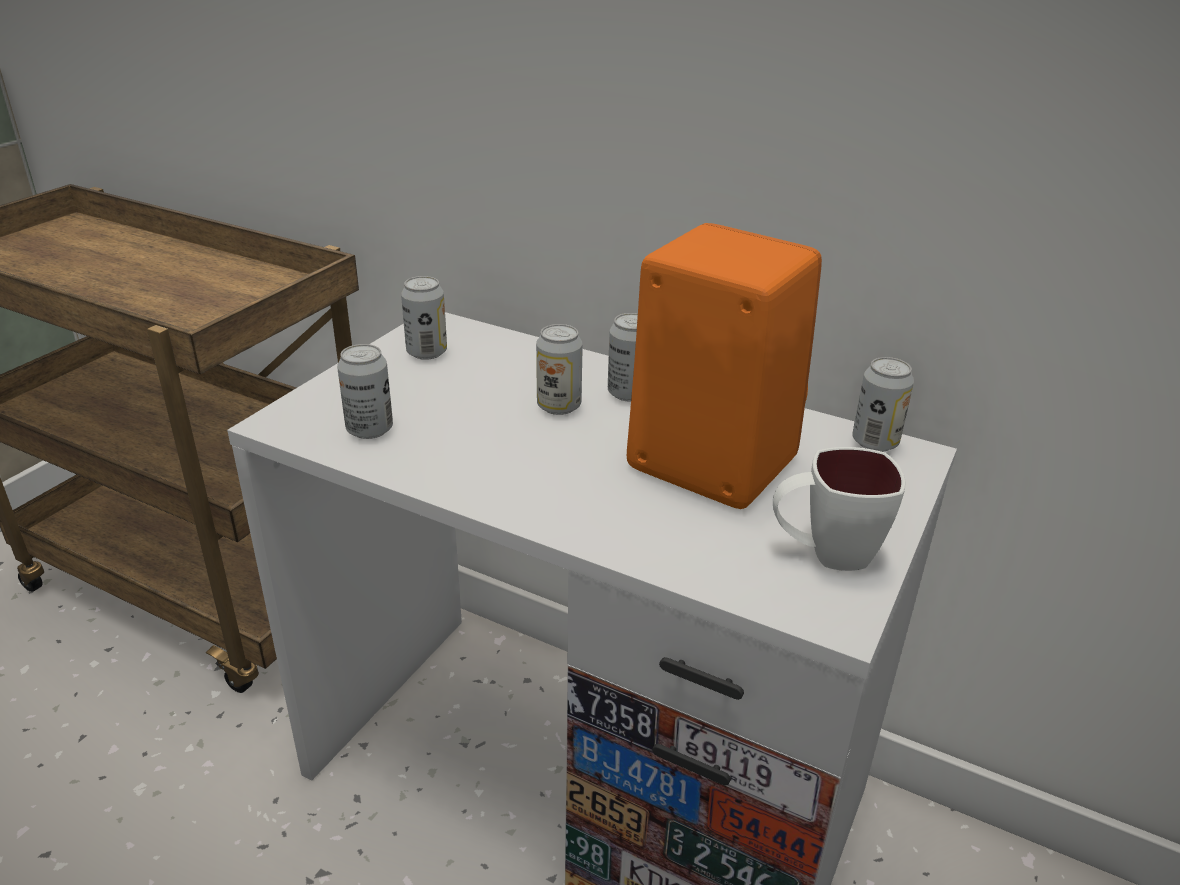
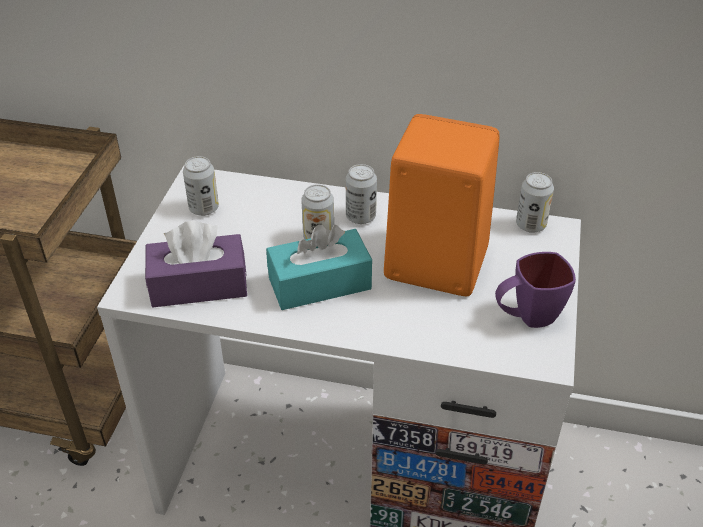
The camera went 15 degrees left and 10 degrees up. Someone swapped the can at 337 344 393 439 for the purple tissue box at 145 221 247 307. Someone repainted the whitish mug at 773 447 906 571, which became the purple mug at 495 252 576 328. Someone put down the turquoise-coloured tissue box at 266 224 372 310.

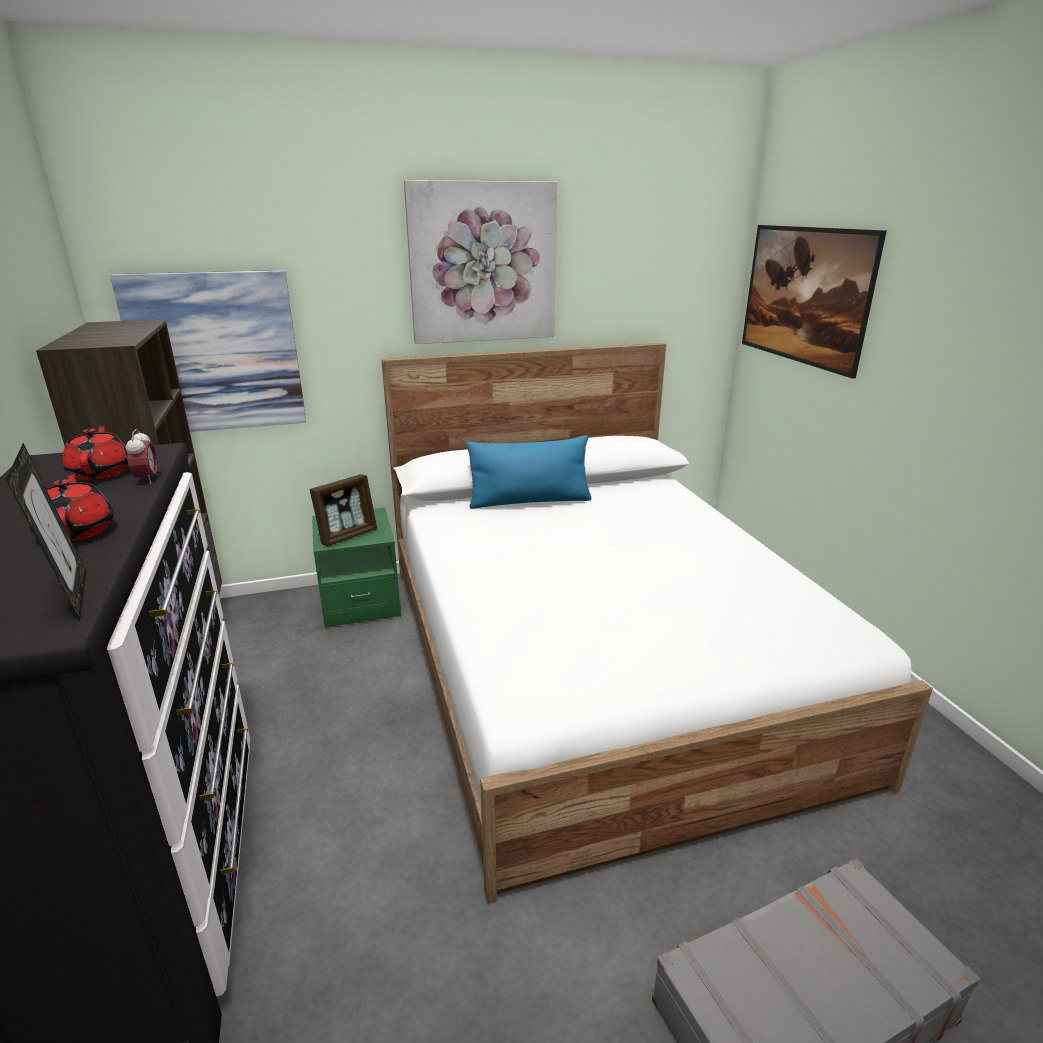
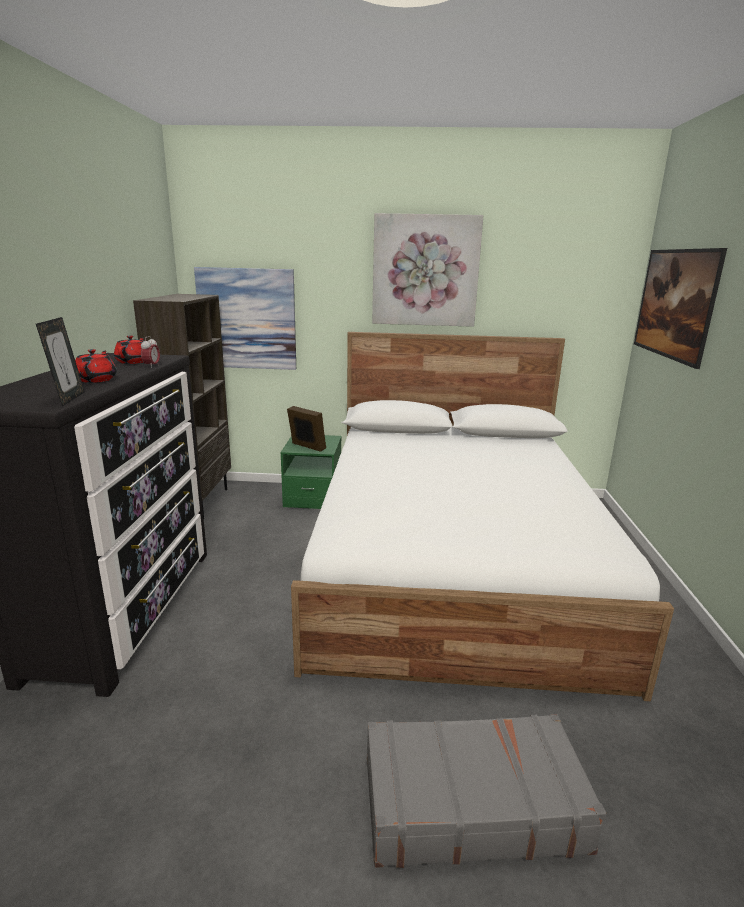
The camera went 20 degrees right and 5 degrees down. Someone rotated the picture frame at 310 474 377 546 by 120 degrees counterclockwise. Someone took away the blue-coloured throw pillow at 466 435 591 509.

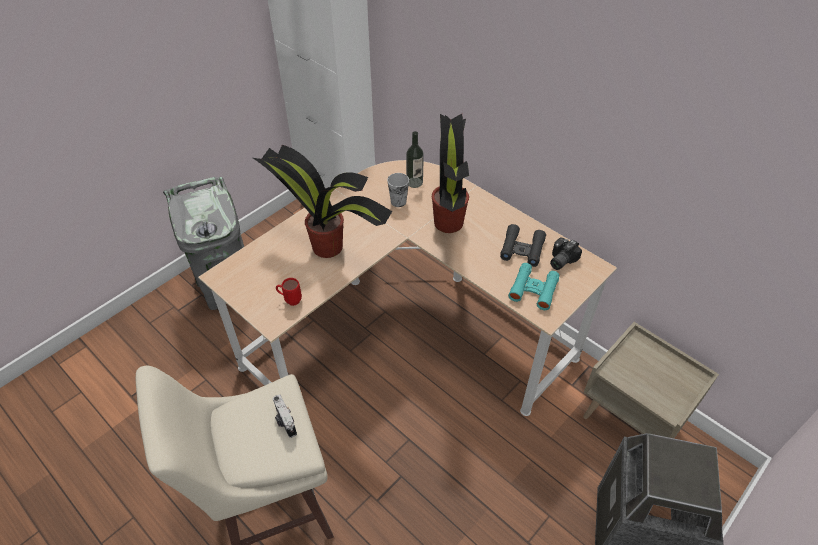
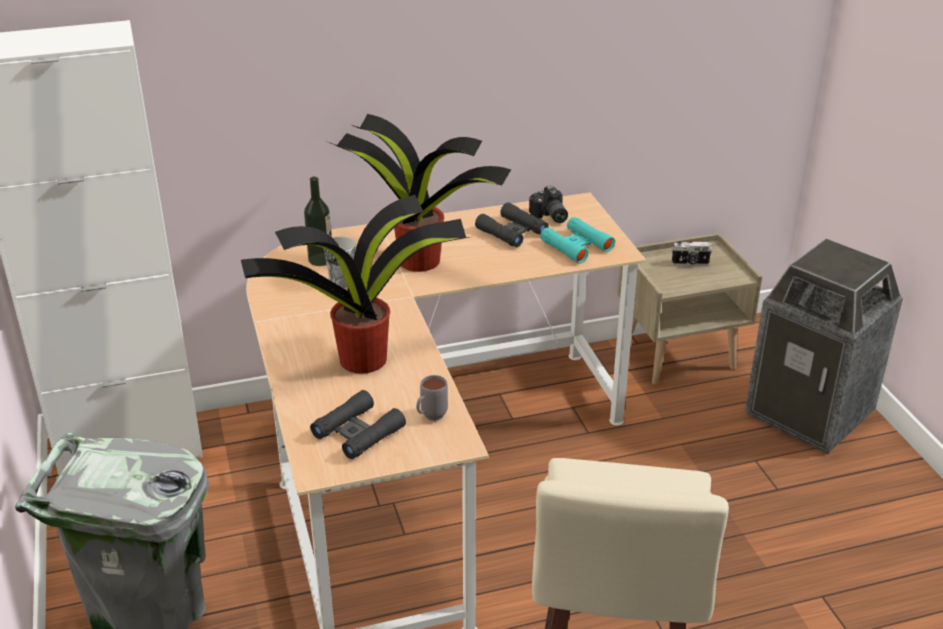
The camera went 60 degrees left and 15 degrees down. Someone carried the photo camera from 273 394 297 438 to 672 241 712 265. Someone repainted the red-coloured mug at 276 278 302 306, which became the greyish mug at 416 375 448 421. Someone put down the black-coloured pair of binoculars at 310 390 406 459.

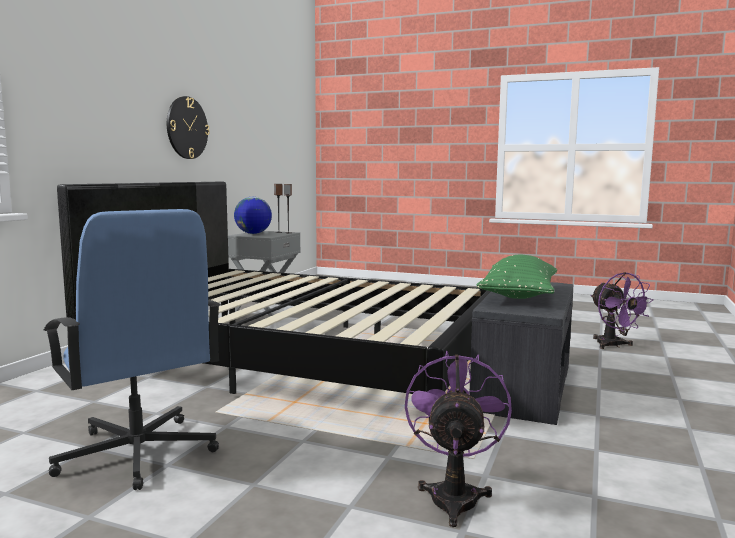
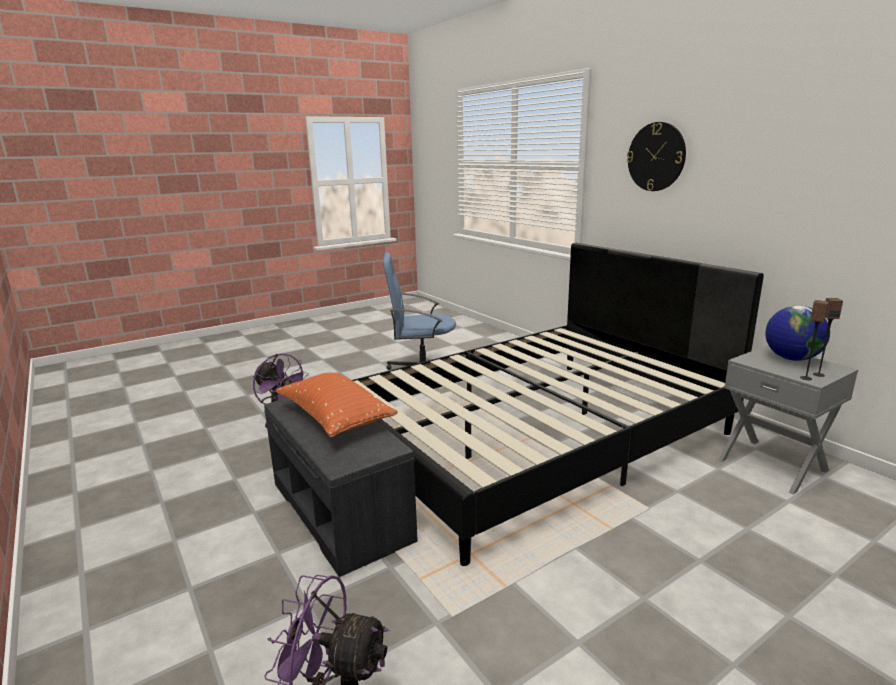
The camera went 125 degrees right and 10 degrees up. Someone carried the wall clock from 167 96 210 159 to 627 122 686 191. Someone repainted the green throw pillow at 476 255 557 299, which became the orange throw pillow at 276 372 398 438.

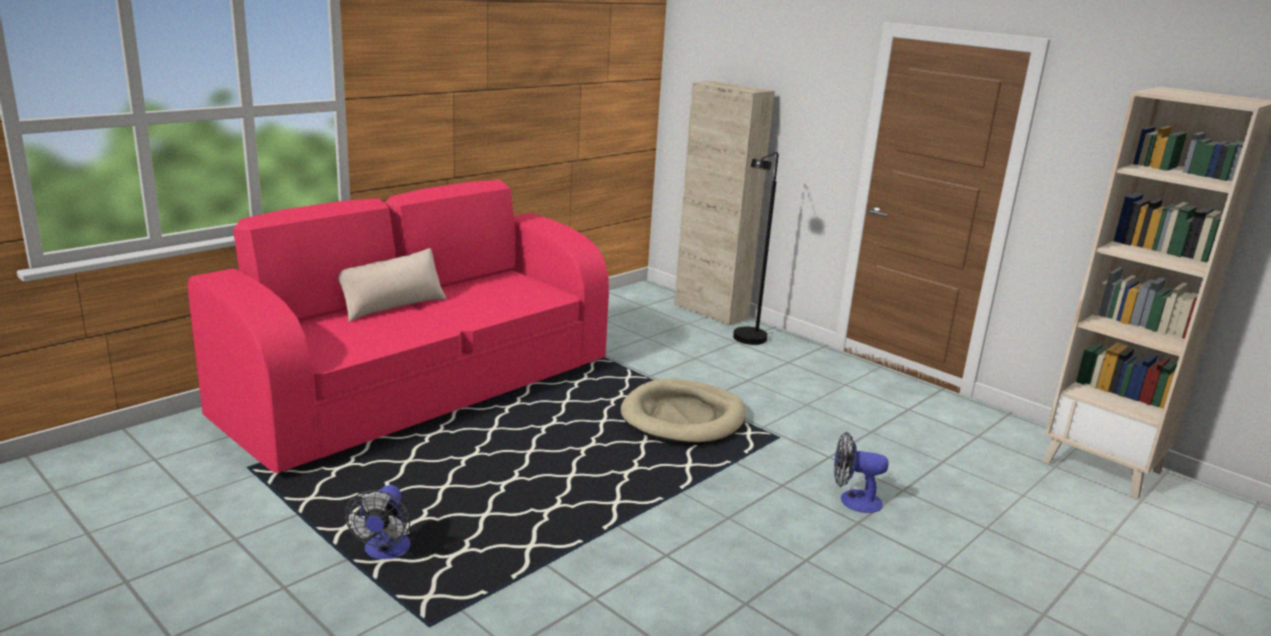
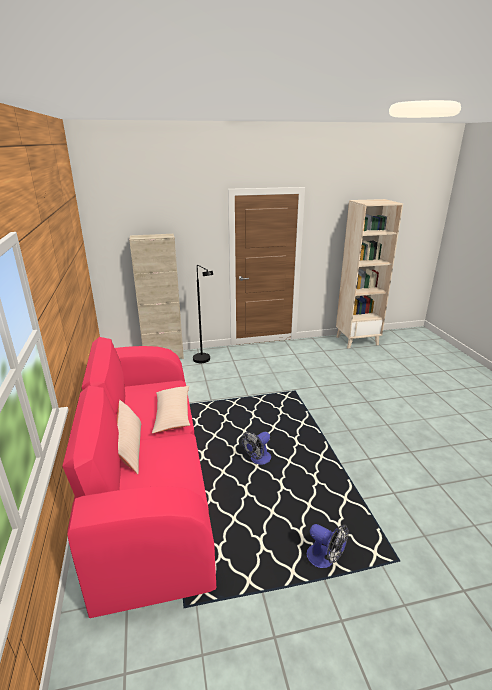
The camera went 55 degrees left and 5 degrees up. Someone took away the beige-coloured dog cushion at 621 378 746 445. Someone carried the cooling fan from 834 432 889 513 to 242 432 271 465. Someone put down the beige-coloured throw pillow at 152 386 190 433.

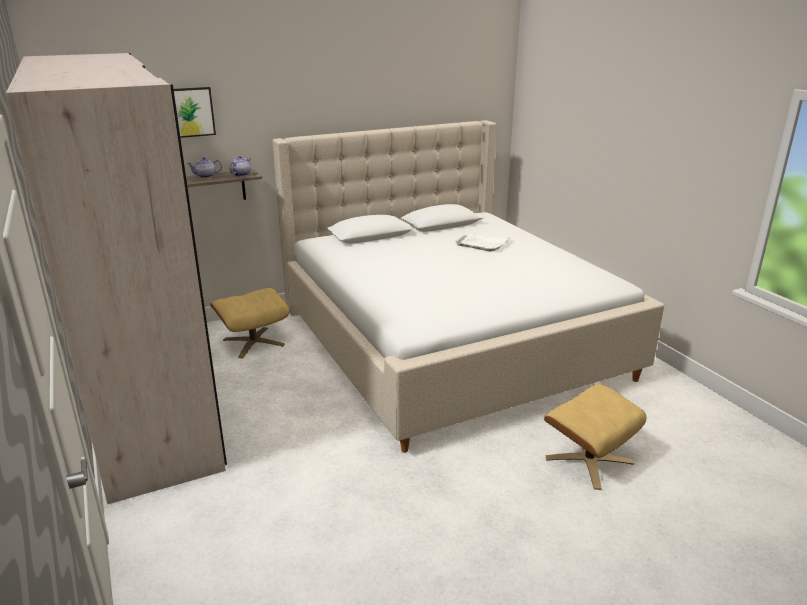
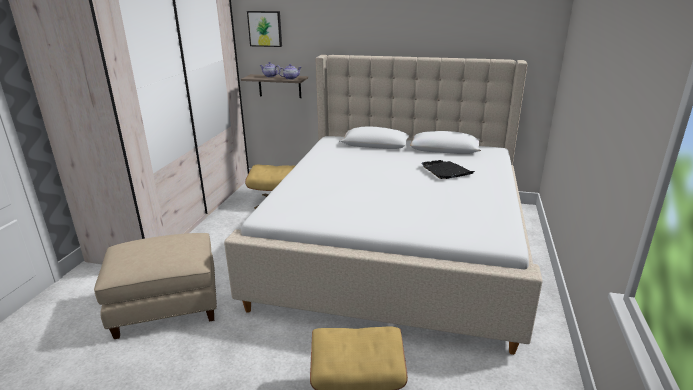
The camera went 40 degrees right and 0 degrees up. Someone repainted the whitish tray at 455 234 511 252, which became the black-coloured tray at 422 160 476 179. Someone put down the beige-coloured footrest at 94 233 217 339.

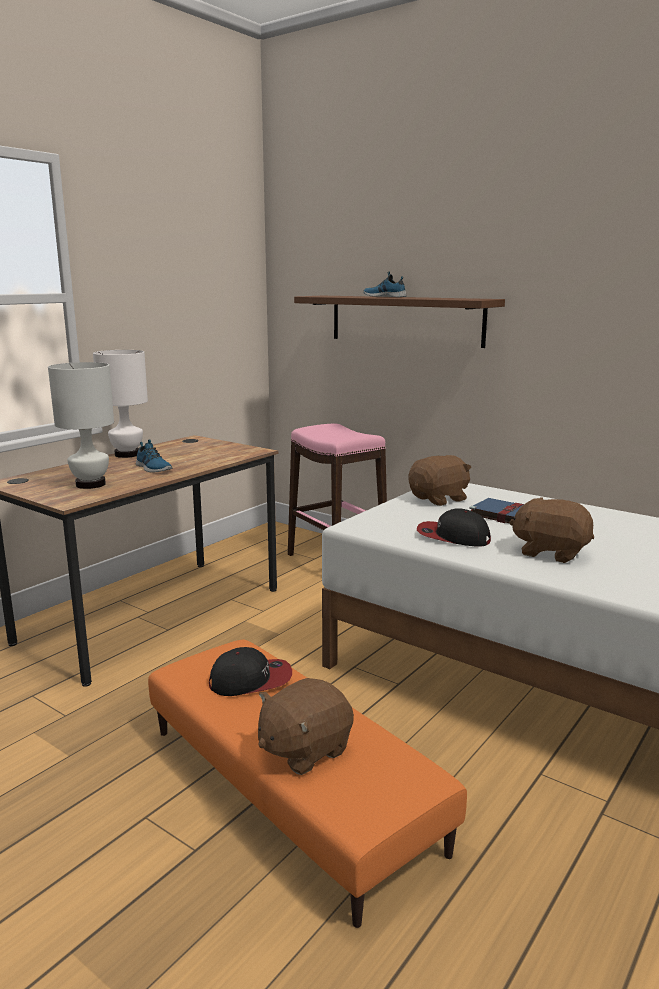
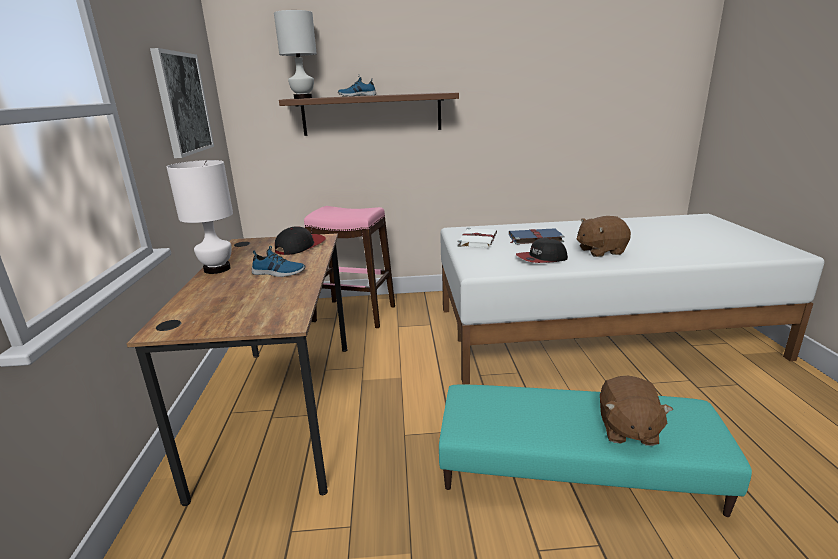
The camera went 40 degrees left and 5 degrees up. Someone carried the whitish table lamp from 48 362 114 489 to 274 10 317 99. Someone repainted the orange footrest at 148 639 467 928, which became the turquoise-coloured footrest at 439 384 752 517. Someone carried the peaked cap from 209 647 292 696 to 275 226 326 255. Someone swapped the brown-coloured cuddly toy at 409 455 472 506 for the whitish volume at 457 228 497 248. Someone put up the wall picture at 150 48 214 158.

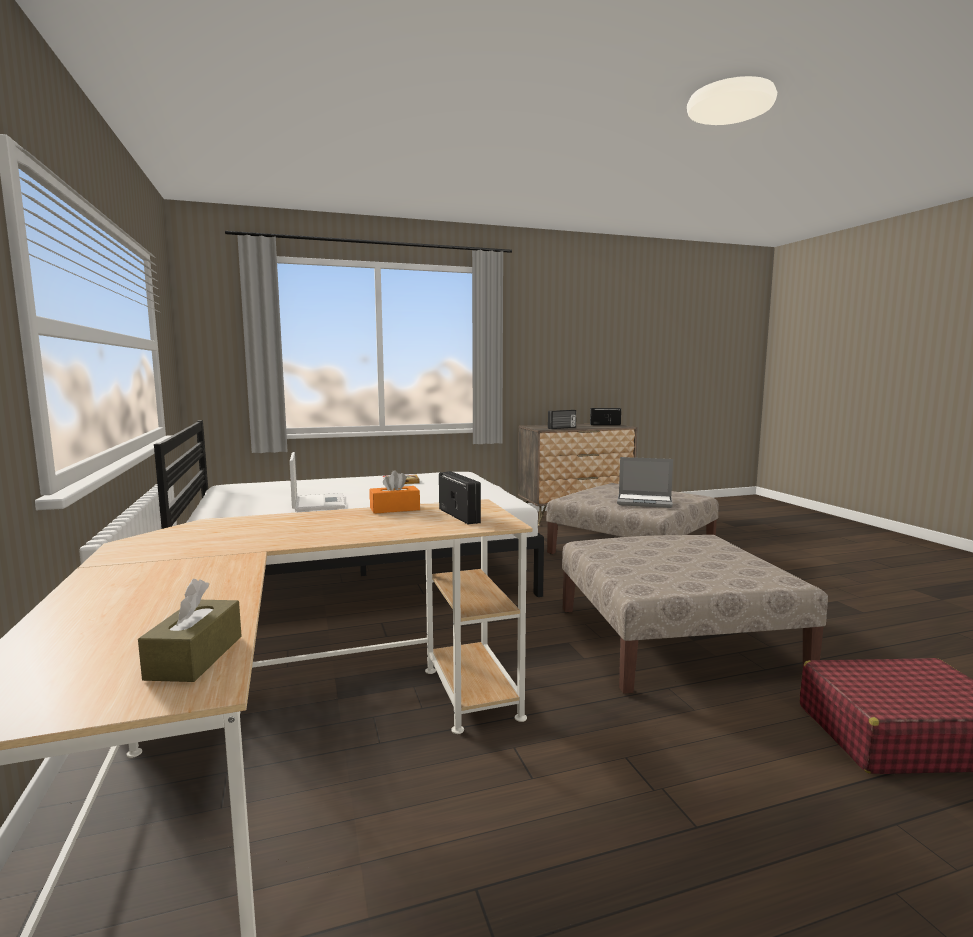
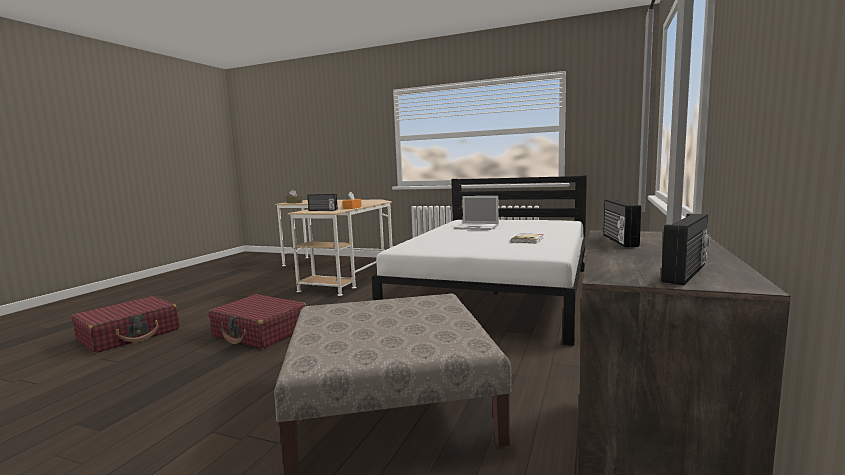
The camera went 130 degrees right and 0 degrees up. Someone swapped the beige-coloured footrest at 562 535 828 694 for the red-coloured travel case at 209 294 306 349. Someone took away the portable computer at 617 457 673 508.

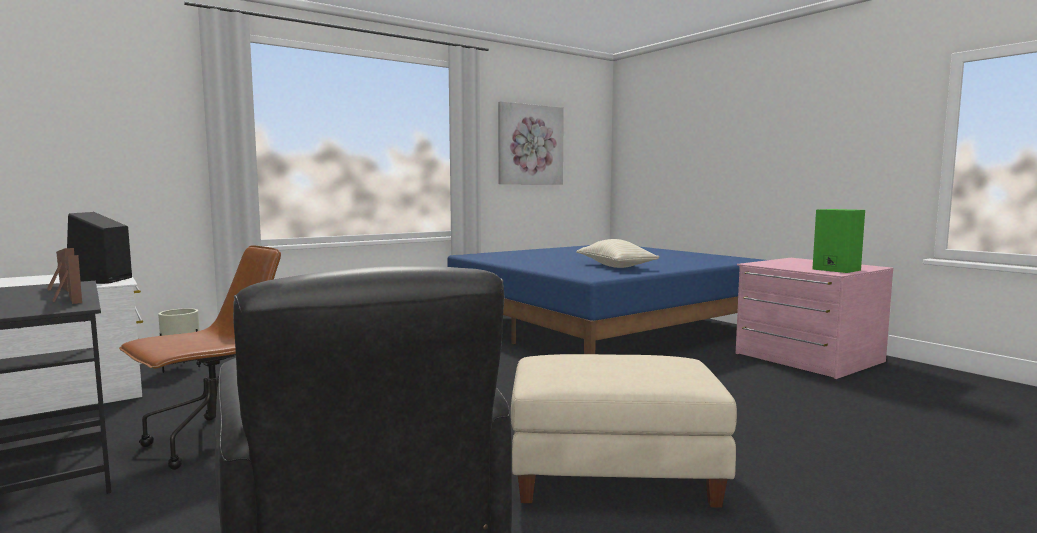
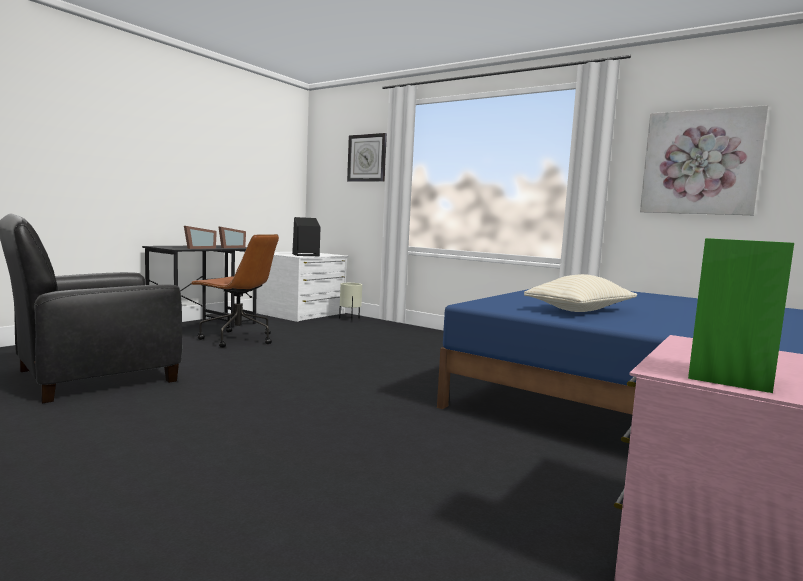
The camera went 70 degrees right and 0 degrees up. Someone took away the beige-coloured footrest at 511 354 737 508. Someone put up the wall clock at 347 133 387 182.

